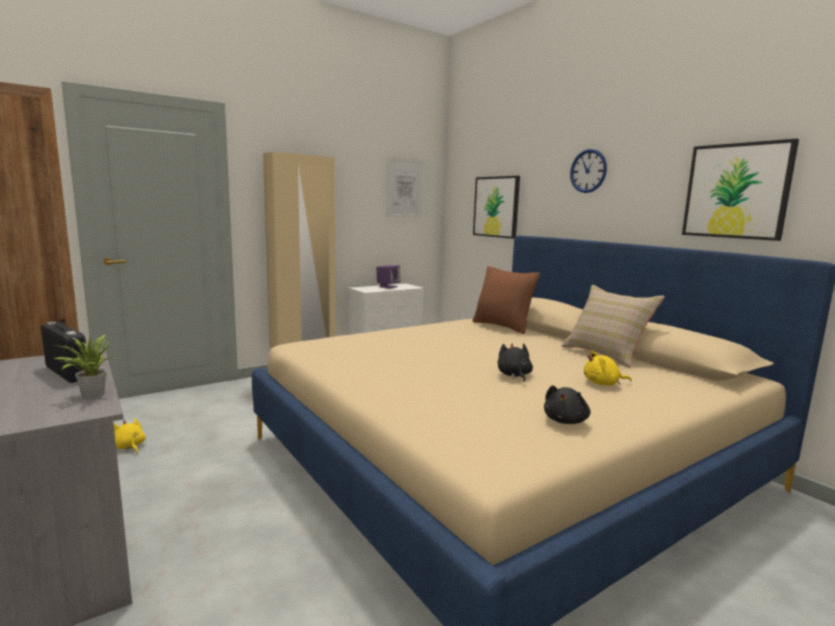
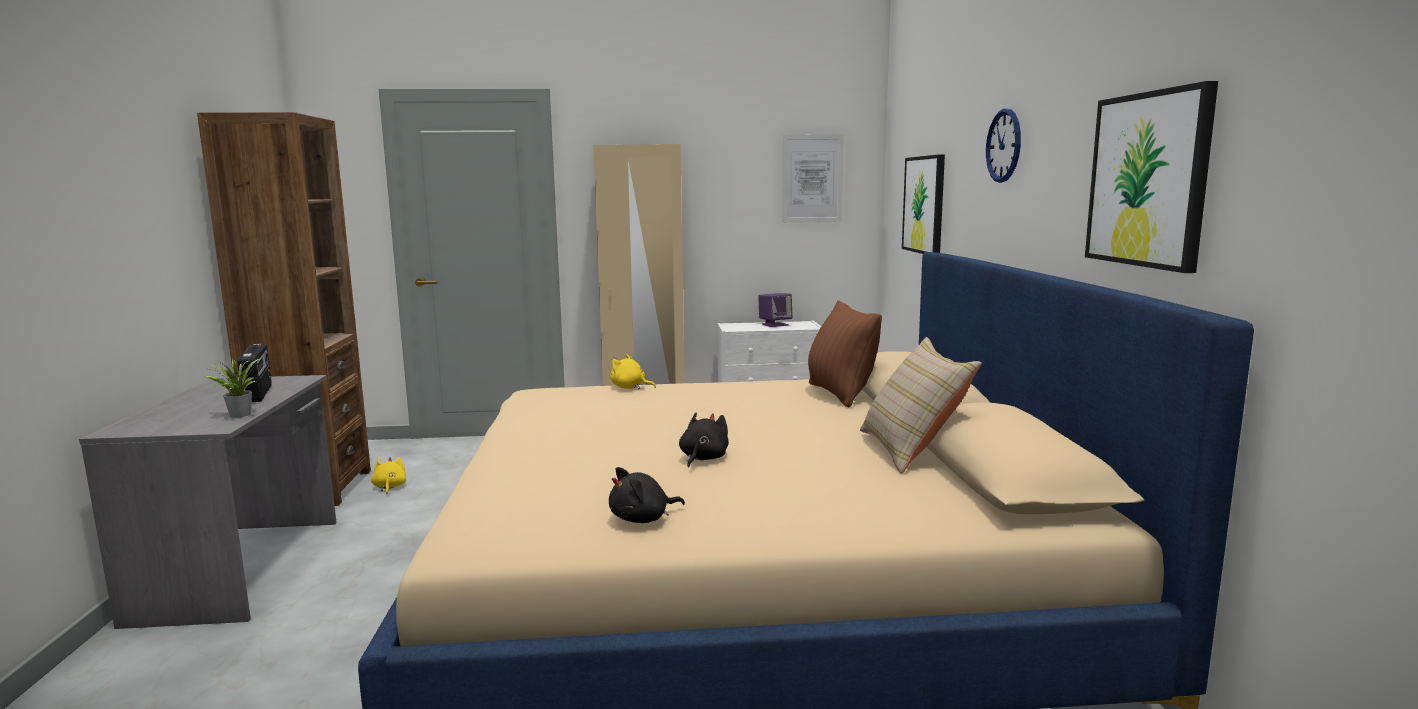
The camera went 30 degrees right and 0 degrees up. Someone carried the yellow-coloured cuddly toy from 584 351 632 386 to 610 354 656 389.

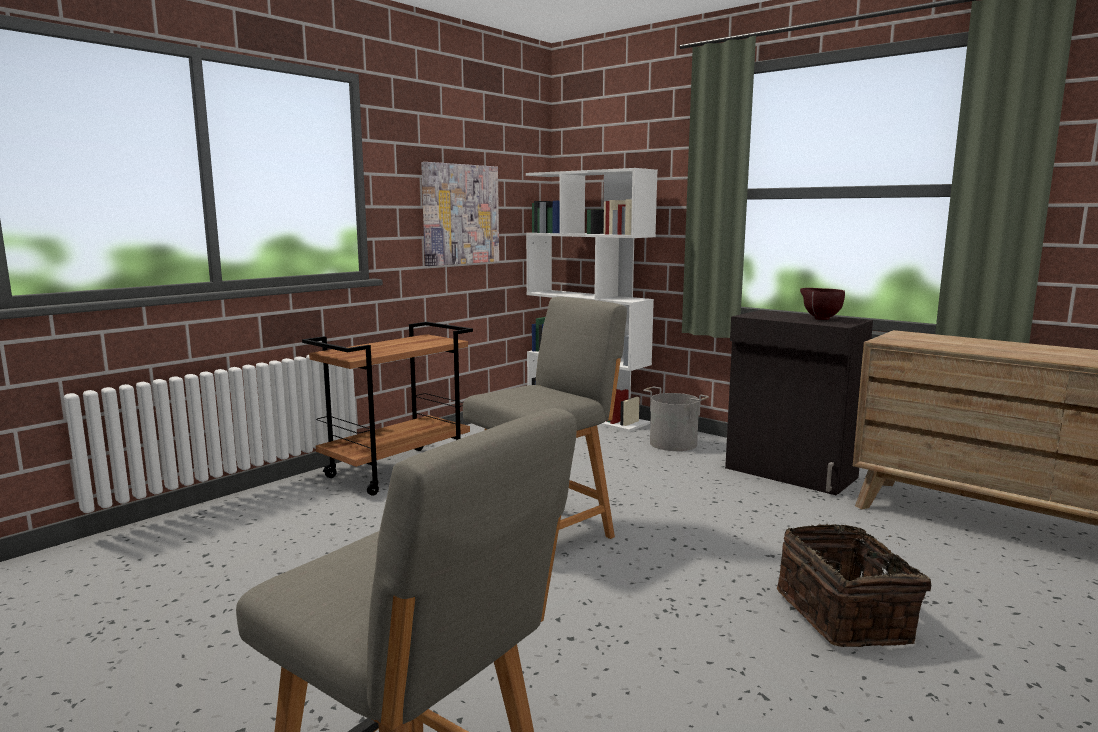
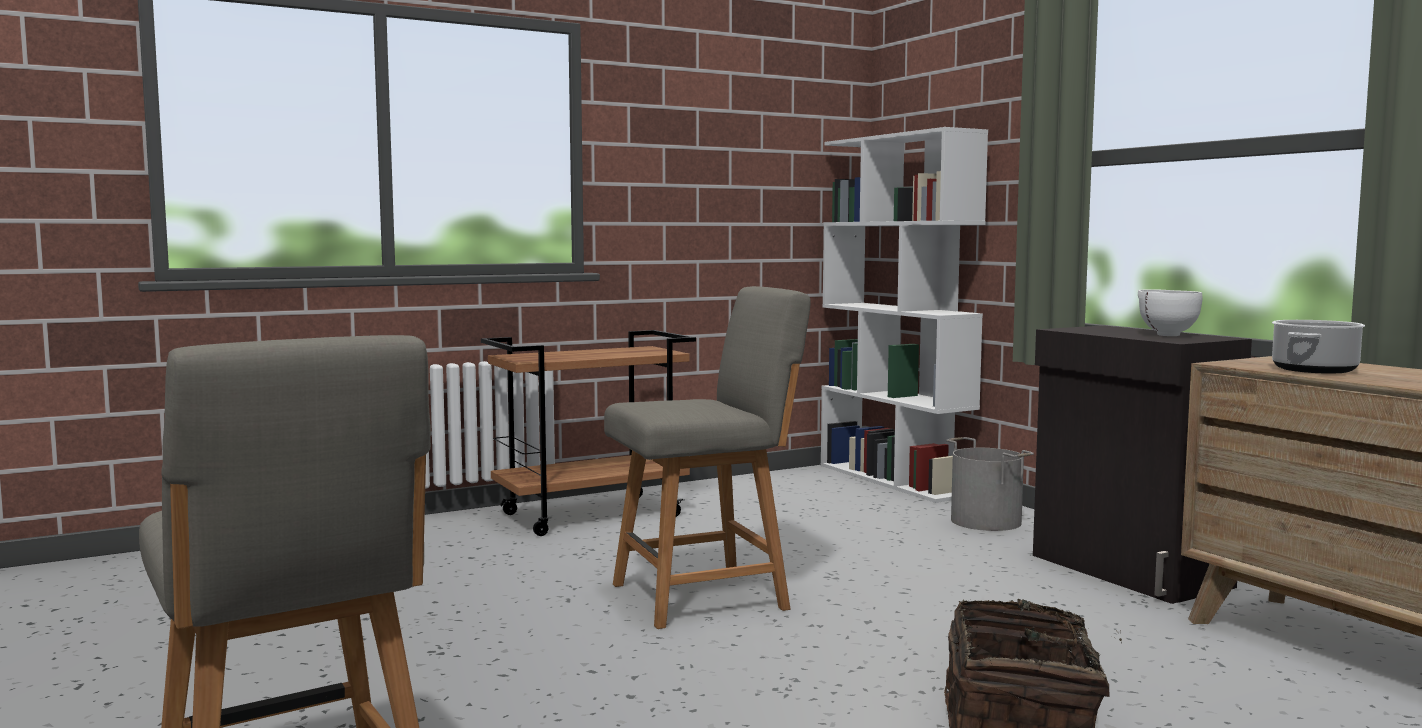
The camera went 20 degrees right and 5 degrees down. Someone took away the wall picture at 421 162 499 266. Someone repainted the brown-coloured bowl at 800 288 845 320, which became the whitish bowl at 1138 289 1202 336. Someone put down the cooking pot at 1272 320 1365 374.

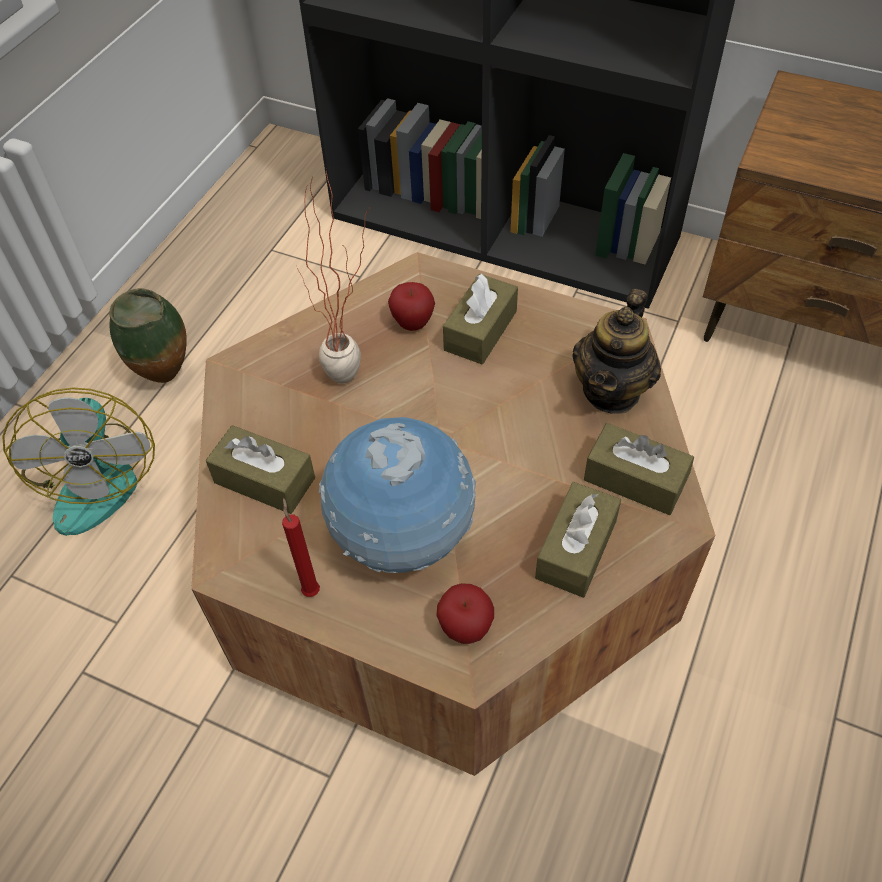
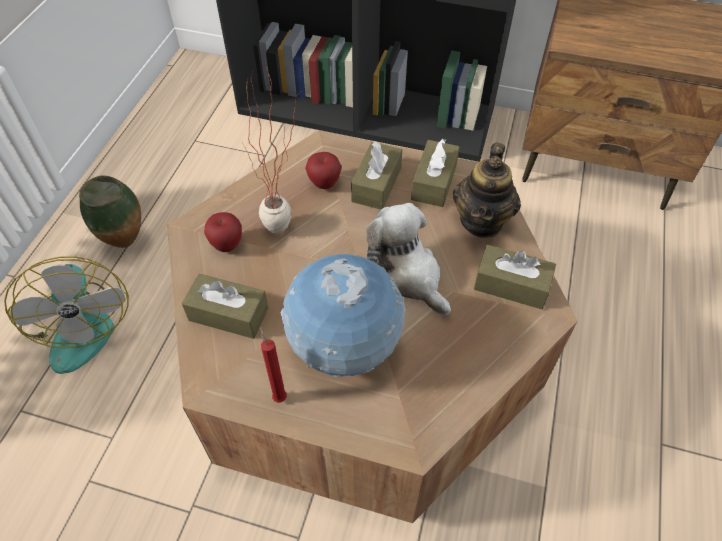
The camera went 10 degrees left and 0 degrees up. Someone carried the apple from 436 583 494 644 to 204 212 242 252. Someone carried the brown-coloured tissue box from 535 482 621 598 to 411 139 460 207. Someone put down the cuddly toy at 366 203 451 316.

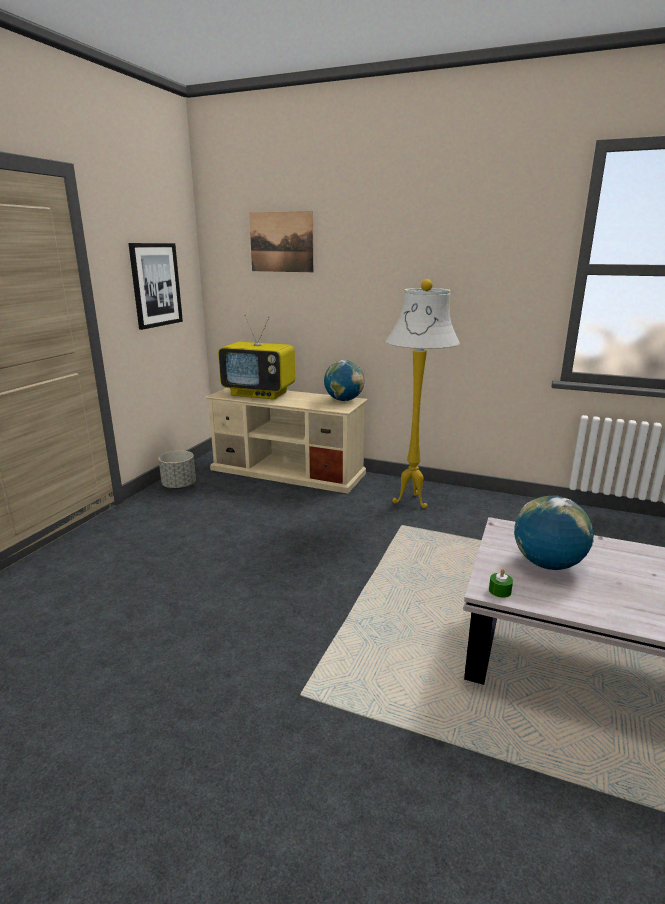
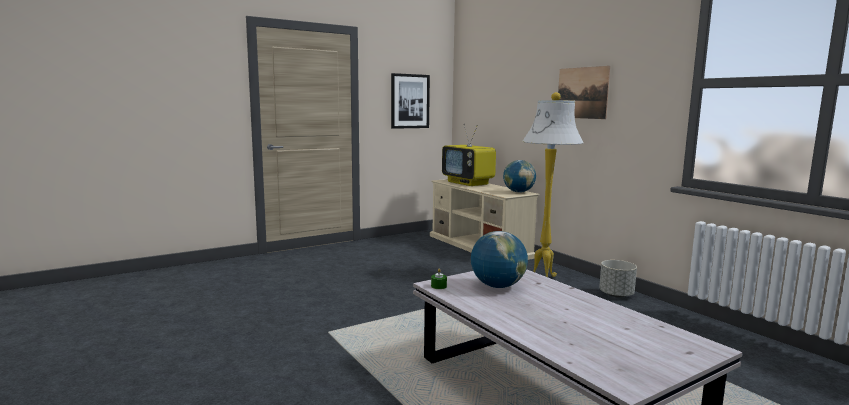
The camera went 35 degrees right and 10 degrees down. Someone carried the greyish plant pot from 159 451 196 489 to 599 260 637 298. Someone carried the wall picture from 249 211 314 272 to 558 66 610 119.

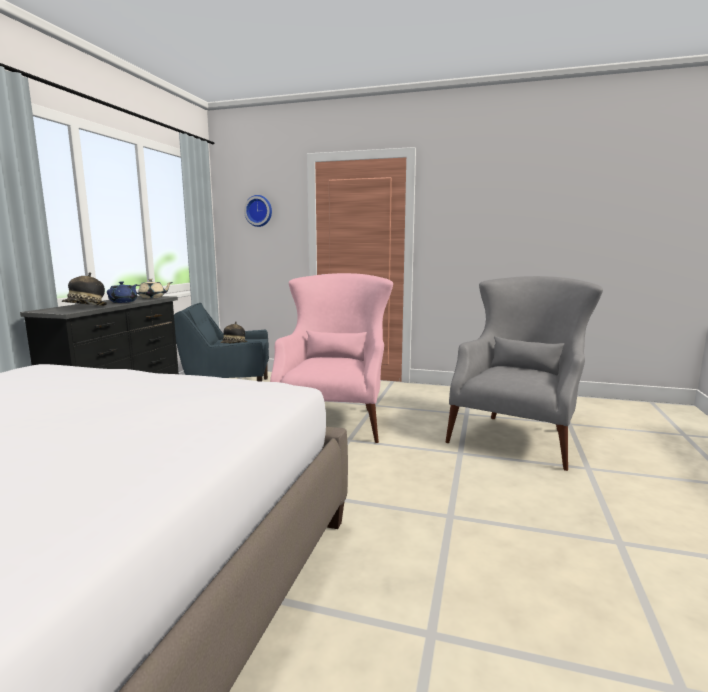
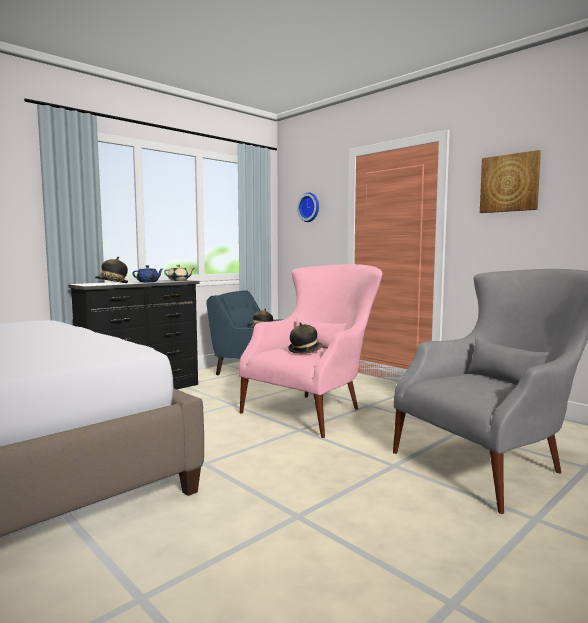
The camera went 30 degrees right and 5 degrees down. Someone put down the hat at 288 322 322 354. Someone put up the wall picture at 480 150 541 213.

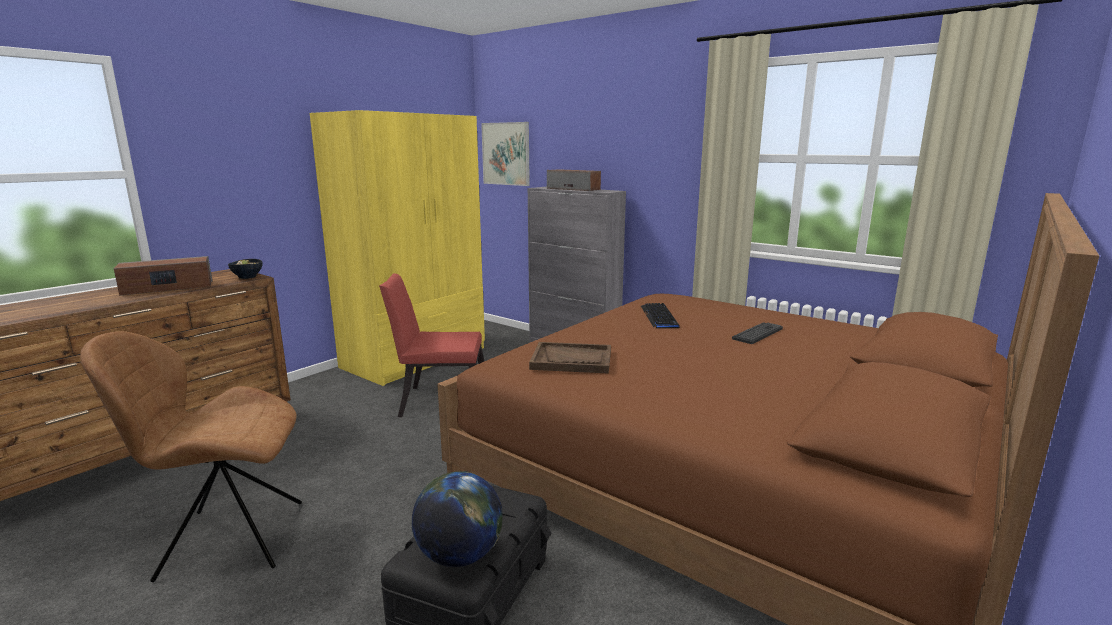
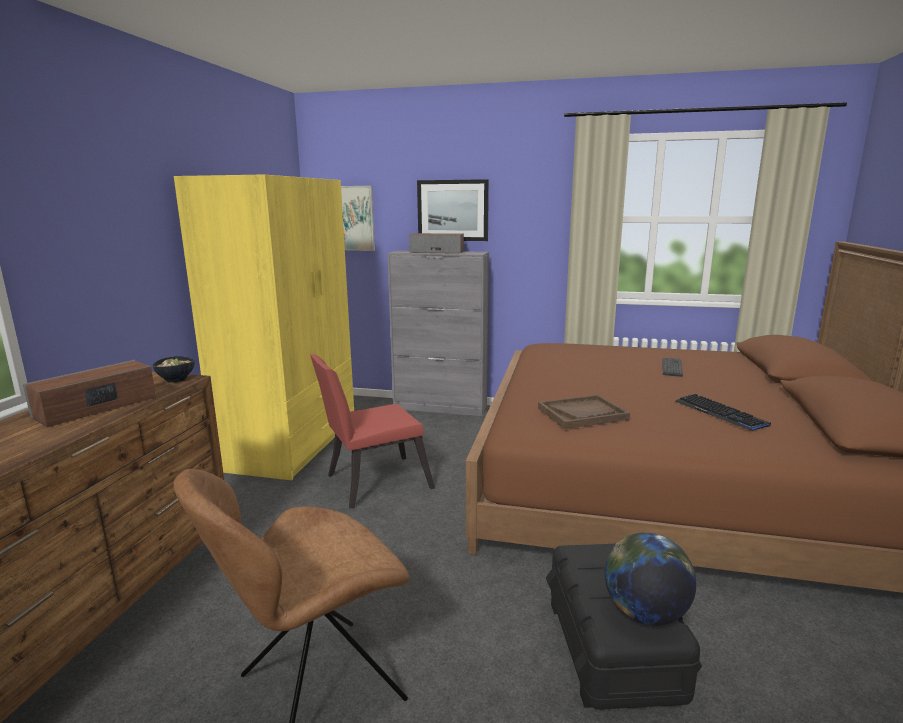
The camera went 25 degrees left and 0 degrees up. Someone carried the keyboard from 641 303 680 328 to 675 394 771 431. Someone put up the wall picture at 417 179 489 241.

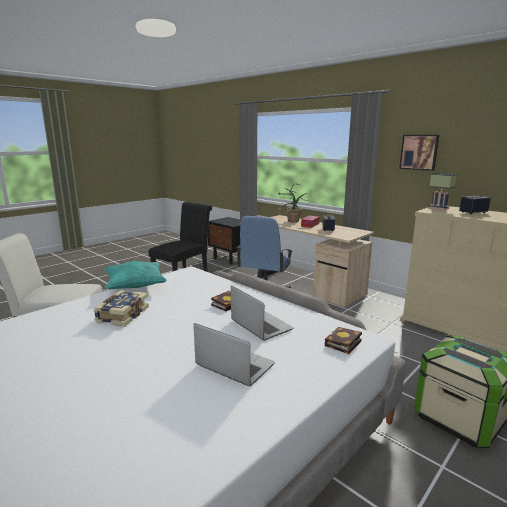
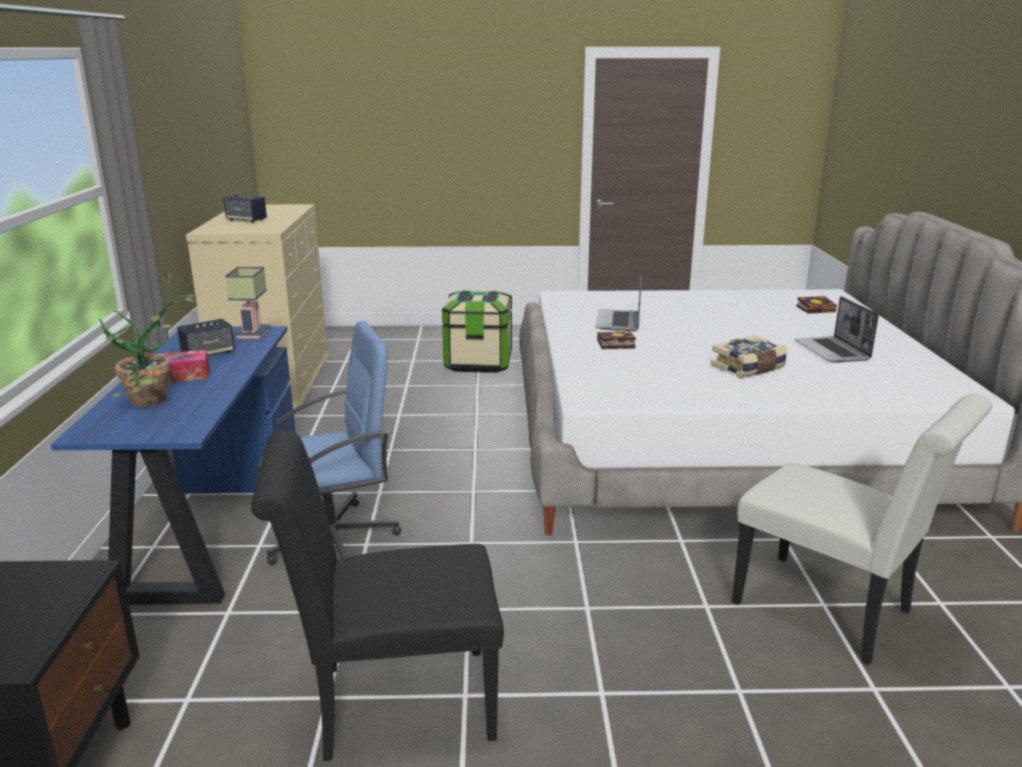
The camera went 135 degrees left and 5 degrees up. Someone took away the turquoise-coloured throw pillow at 104 260 167 289. Someone carried the portable computer from 194 323 275 386 to 795 296 879 363. Someone repainted the beige-coloured desk unit at 258 215 374 307, which became the blue-coloured desk unit at 51 326 296 605. Someone carried the volume from 325 327 362 354 to 796 296 837 314. Someone took away the wall picture at 399 135 439 171. Someone carried the table lamp from 428 173 457 210 to 225 267 271 339.

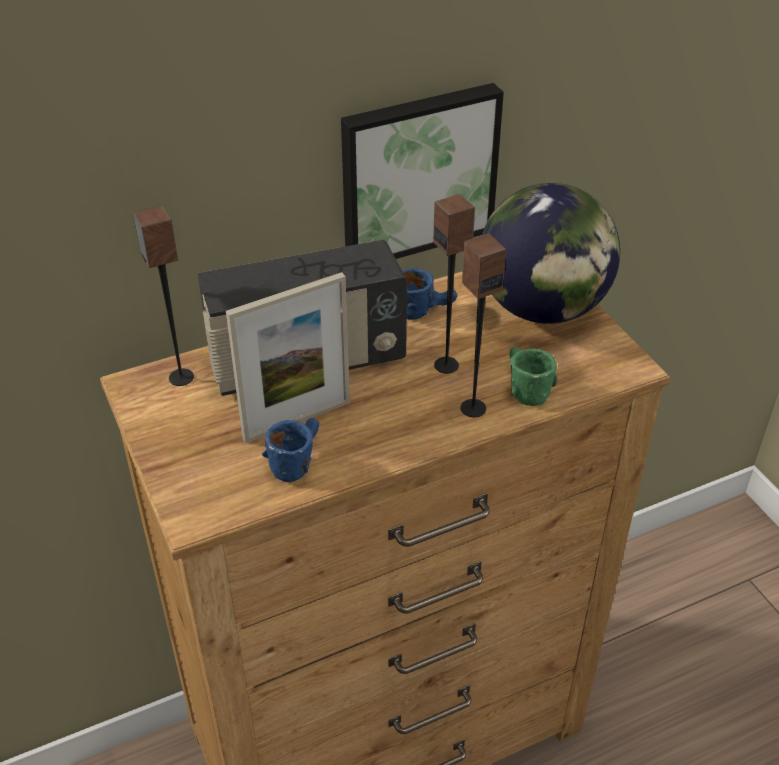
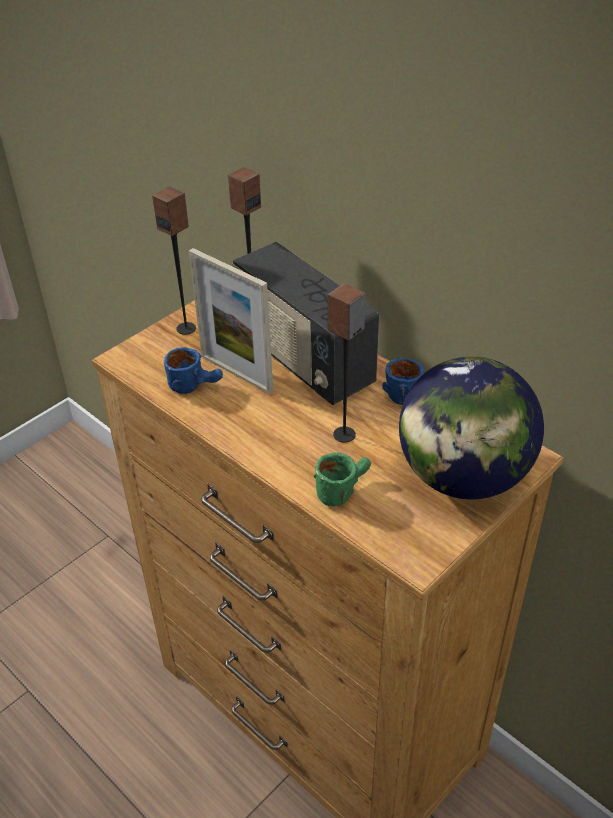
The camera went 70 degrees right and 0 degrees up. Someone took away the wall picture at 341 83 504 259. Someone carried the loudspeaker from 461 233 506 417 to 152 187 196 335.

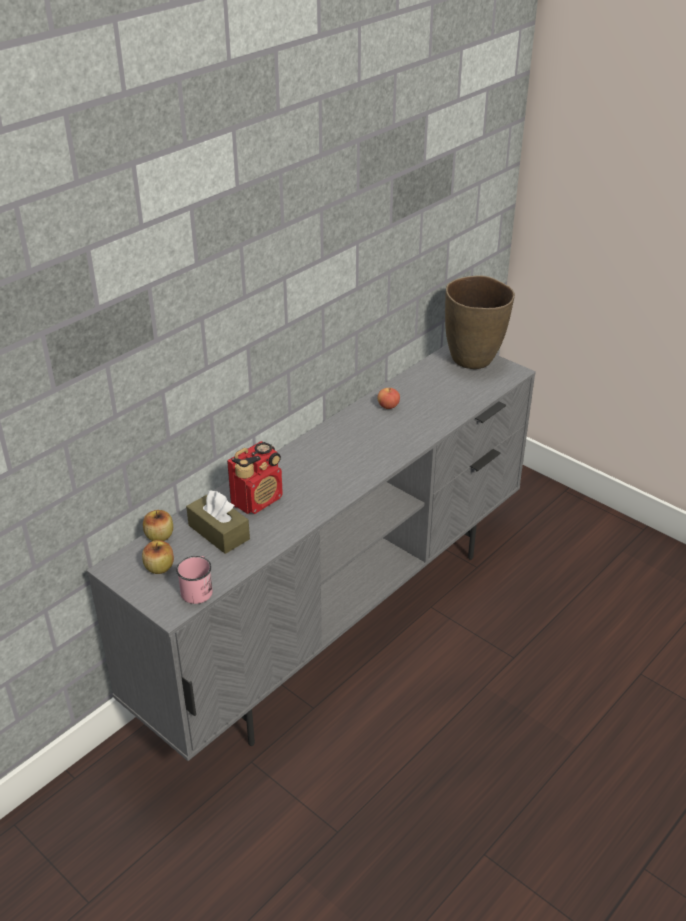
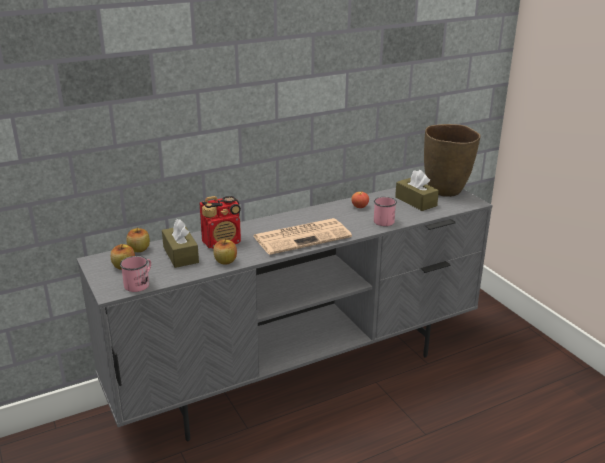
The camera went 20 degrees right and 10 degrees down. Someone put down the apple at 213 239 237 265. Someone put down the printed paper at 253 218 352 255. Someone put down the pink mug at 374 197 397 226. Someone put down the brown-coloured tissue box at 395 170 439 211.

